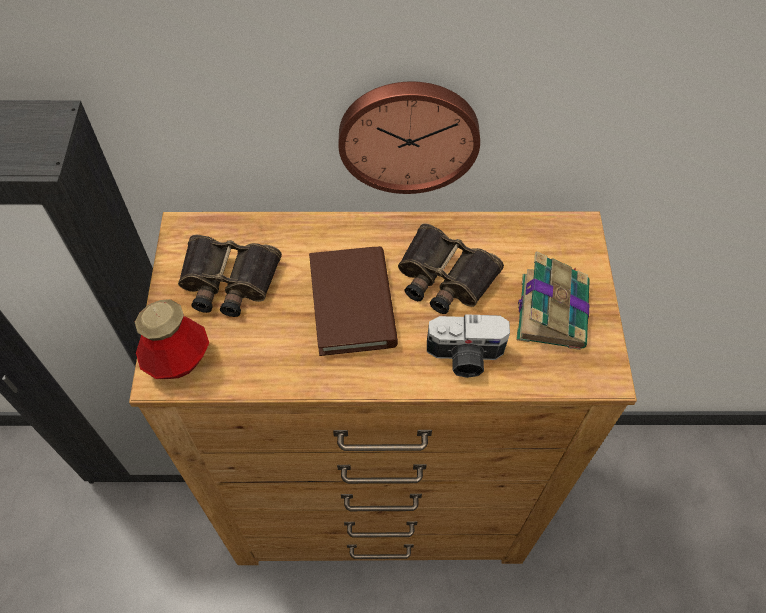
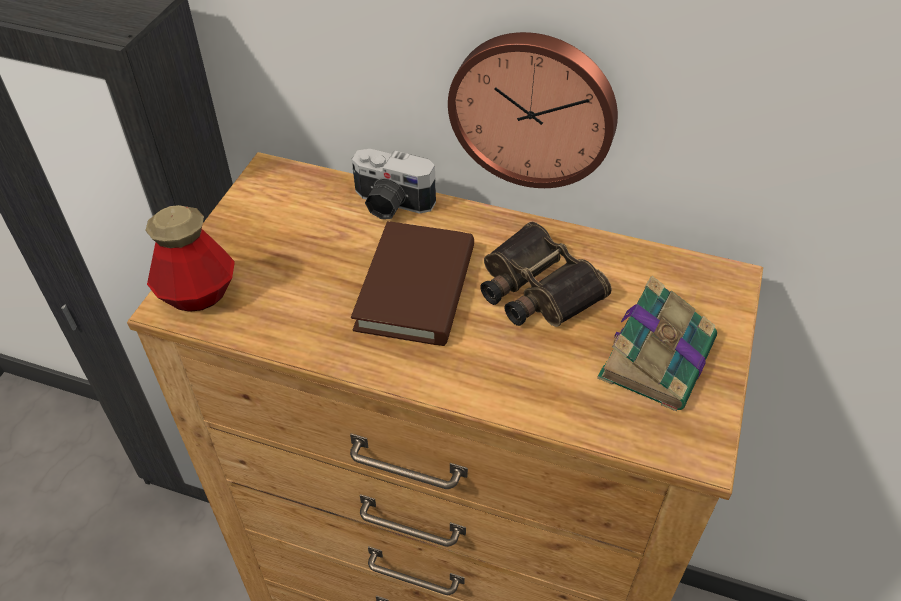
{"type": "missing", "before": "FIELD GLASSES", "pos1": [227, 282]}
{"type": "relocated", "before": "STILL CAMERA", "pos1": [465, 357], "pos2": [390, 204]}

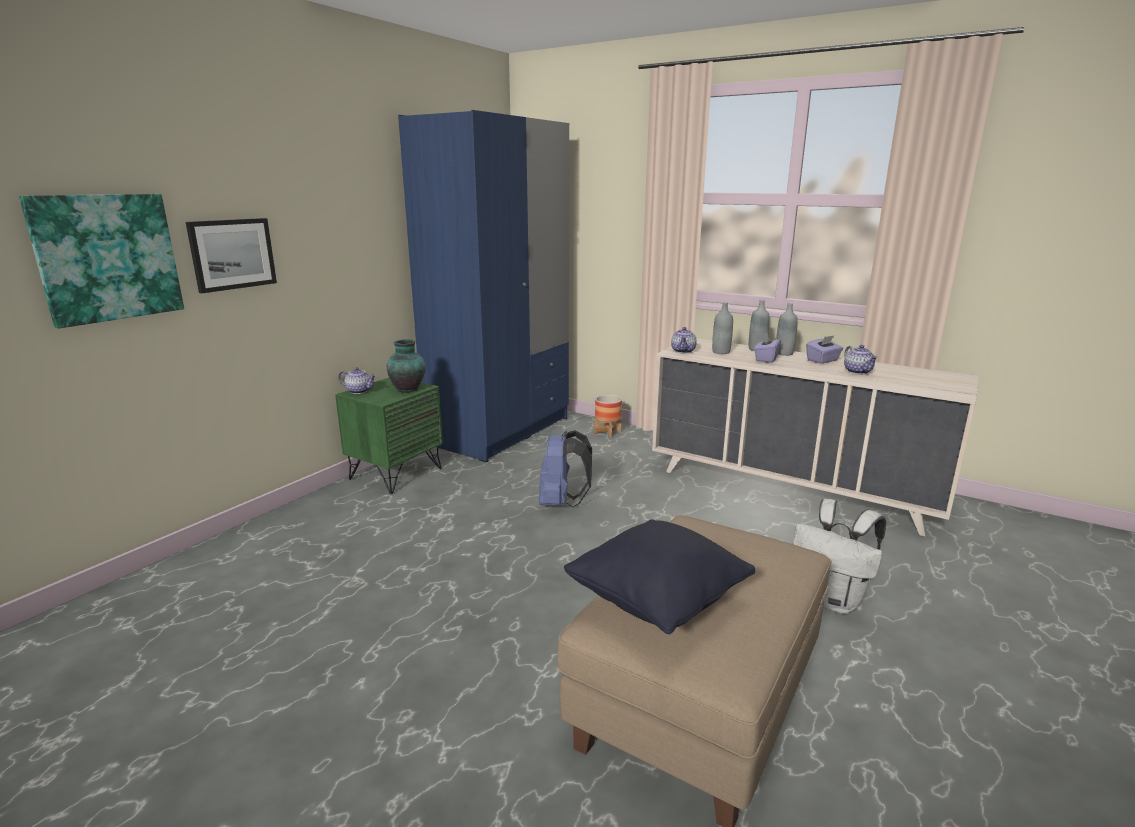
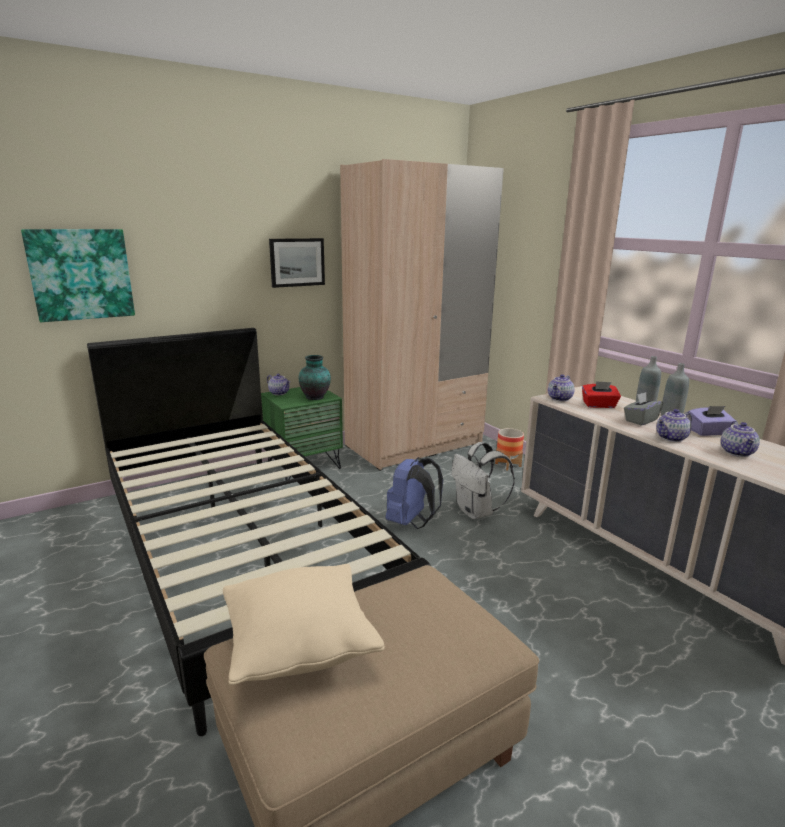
{"type": "colour", "before": "BLUE-COLOURED WARDROBE", "after": "BEIGE-COLOURED WARDROBE", "pos1": [500, 431], "pos2": [414, 445]}
{"type": "relocated", "before": "PICTURE", "pos1": [232, 254], "pos2": [297, 262]}
{"type": "exchanged", "before": "GRAY DRINK BOTTLE", "after": "RED BOX OF TISSUES", "pos1": [721, 352], "pos2": [599, 405]}
{"type": "colour", "before": "PURPLE BOX OF TISSUES", "after": "GRAY BOX OF TISSUES", "pos1": [766, 359], "pos2": [640, 420]}
{"type": "relocated", "before": "WHITE BACKPACK", "pos1": [831, 600], "pos2": [477, 512]}
{"type": "colour", "before": "BLACKISH THROW PILLOW", "after": "BEIGE-COLOURED THROW PILLOW", "pos1": [657, 602], "pos2": [300, 647]}
{"type": "appeared", "after": "BLACKISH SLEEPING BED", "pos2": [240, 552]}
{"type": "appeared", "after": "TEA POT", "pos2": [671, 438]}

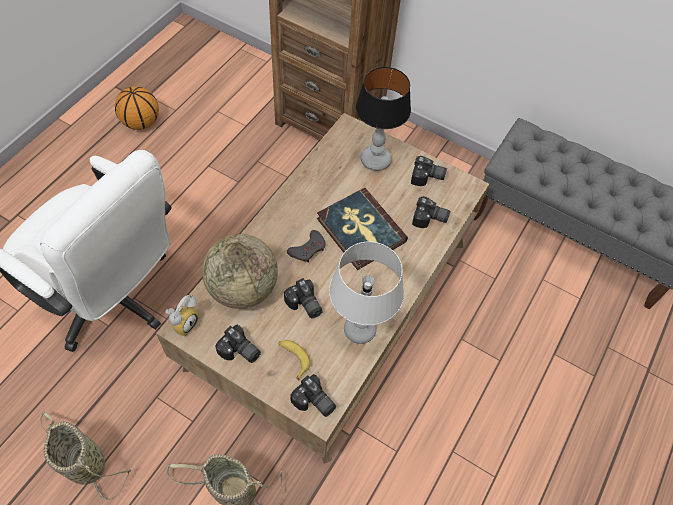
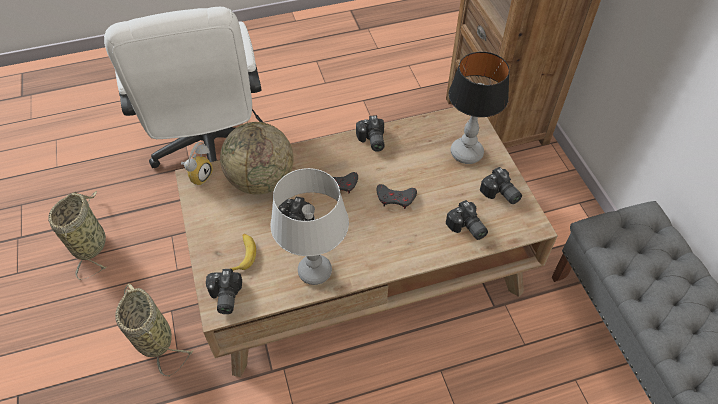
{"type": "missing", "before": "BASKETBALL BALL", "pos1": [141, 122]}
{"type": "exchanged", "before": "BOUND BOOK", "after": "GRAY JOYPAD", "pos1": [360, 230], "pos2": [395, 198]}
{"type": "spun", "before": "ALARM CLOCK", "pos1": [184, 322], "pos2": [199, 175], "turn": -45}
{"type": "relocated", "before": "STILL CAMERA", "pos1": [239, 352], "pos2": [371, 141]}

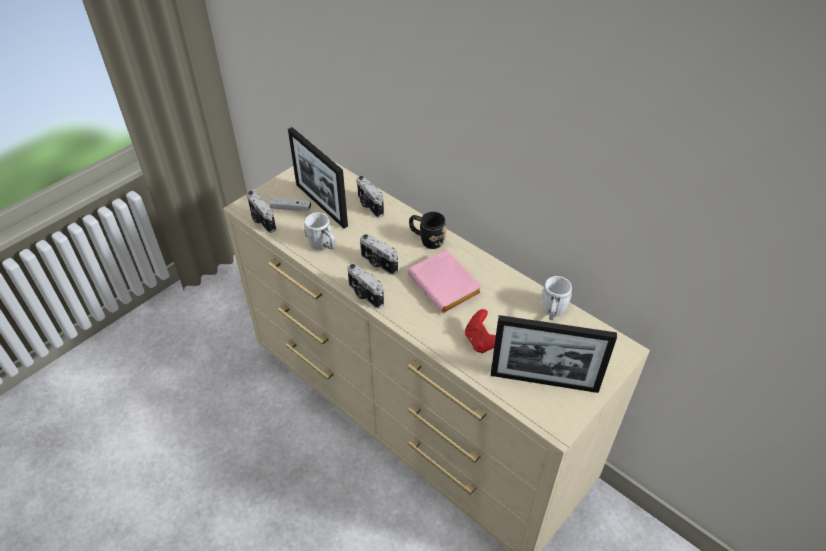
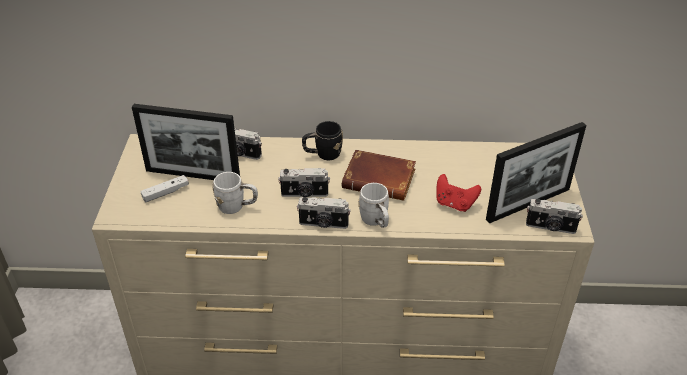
{"type": "relocated", "before": "STILL CAMERA", "pos1": [262, 221], "pos2": [550, 227]}
{"type": "colour", "before": "PINK BOUND BOOK", "after": "BROWNISH BOUND BOOK", "pos1": [447, 286], "pos2": [381, 180]}
{"type": "relocated", "before": "WHITE COFFEE MUG", "pos1": [552, 312], "pos2": [376, 221]}

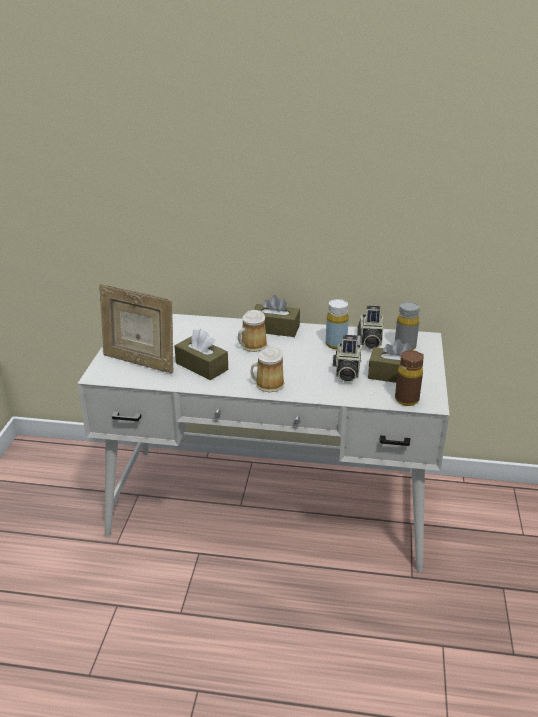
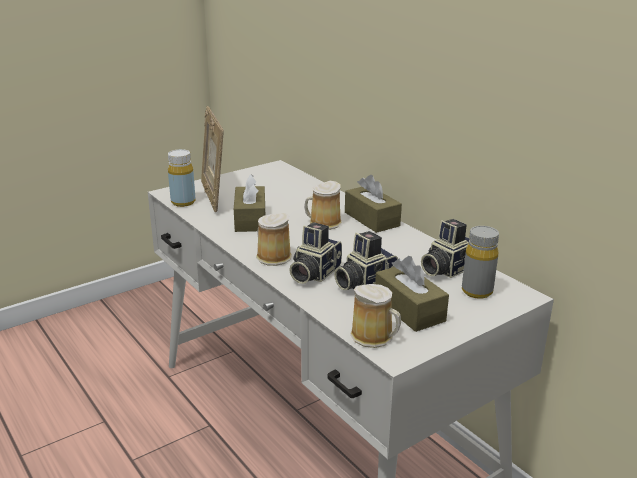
{"type": "relocated", "before": "YELLOW-COLOURED DRINK BOTTLE", "pos1": [336, 344], "pos2": [183, 202]}
{"type": "exchanged", "before": "BROWNISH DRINK BOTTLE", "after": "COFFEE MUG", "pos1": [406, 400], "pos2": [375, 337]}
{"type": "appeared", "after": "STILL CAMERA", "pos2": [313, 273]}

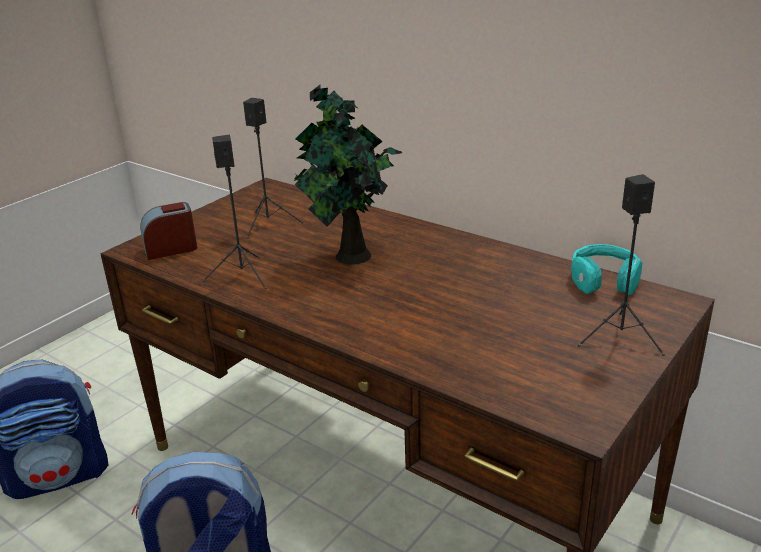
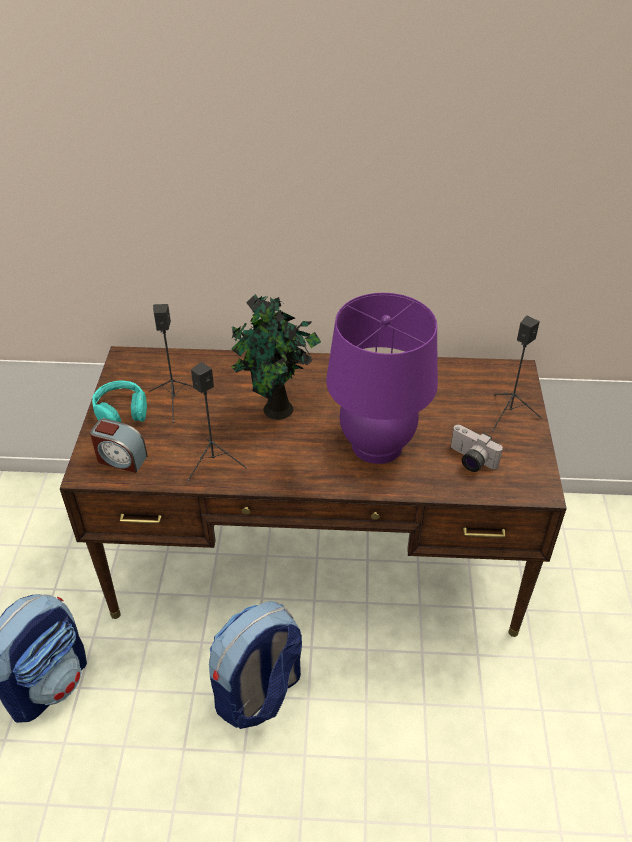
{"type": "spun", "before": "ALARM CLOCK", "pos1": [171, 249], "pos2": [121, 459], "turn": -105}
{"type": "relocated", "before": "TURQUOISE-COLOURED HEADPHONES", "pos1": [604, 280], "pos2": [121, 412]}
{"type": "appeared", "after": "PURPLE LAMP FOR A TABLE", "pos2": [377, 445]}
{"type": "appeared", "after": "STILL CAMERA", "pos2": [470, 460]}

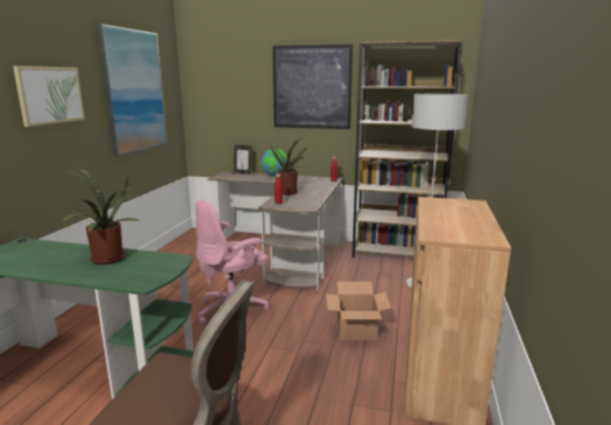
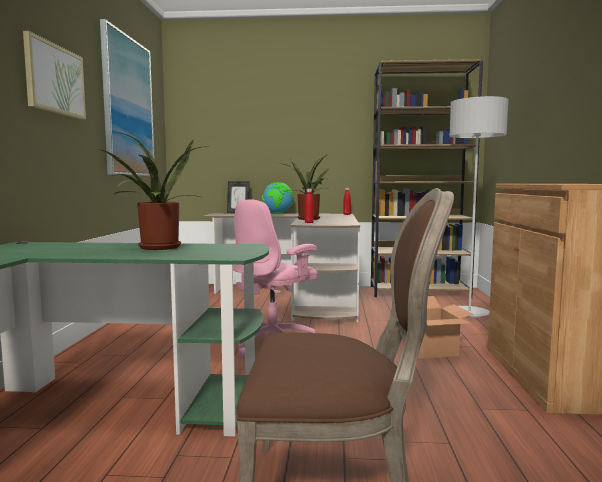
{"type": "missing", "before": "PICTURE", "pos1": [312, 87]}

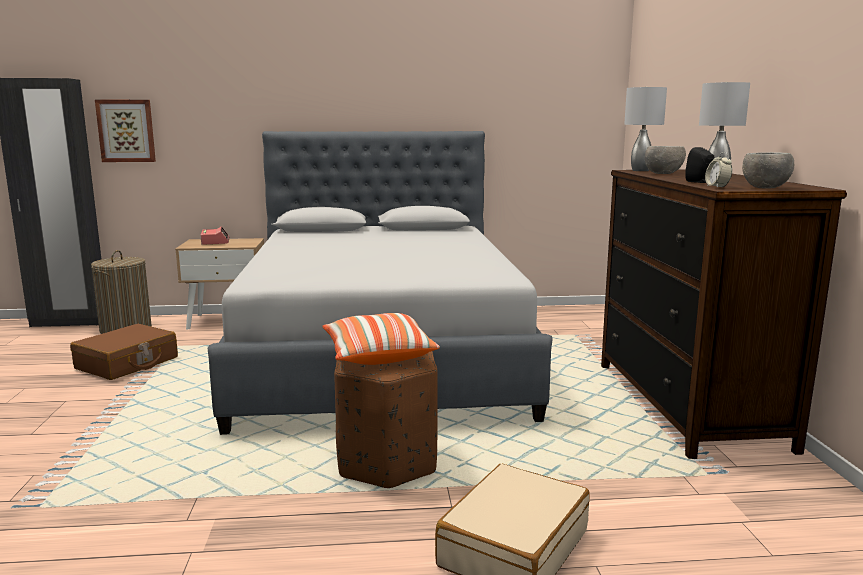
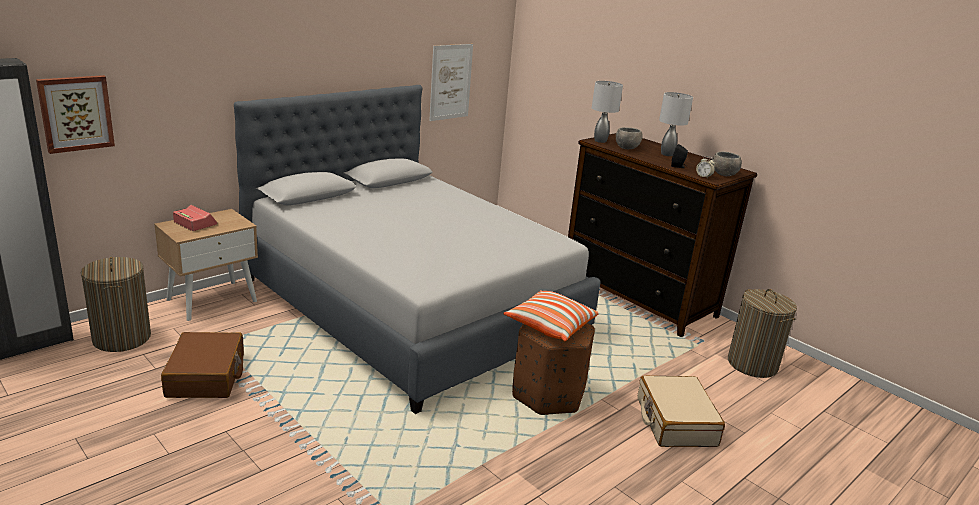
{"type": "appeared", "after": "PICTURE", "pos2": [450, 82]}
{"type": "appeared", "after": "HAMPER", "pos2": [752, 364]}

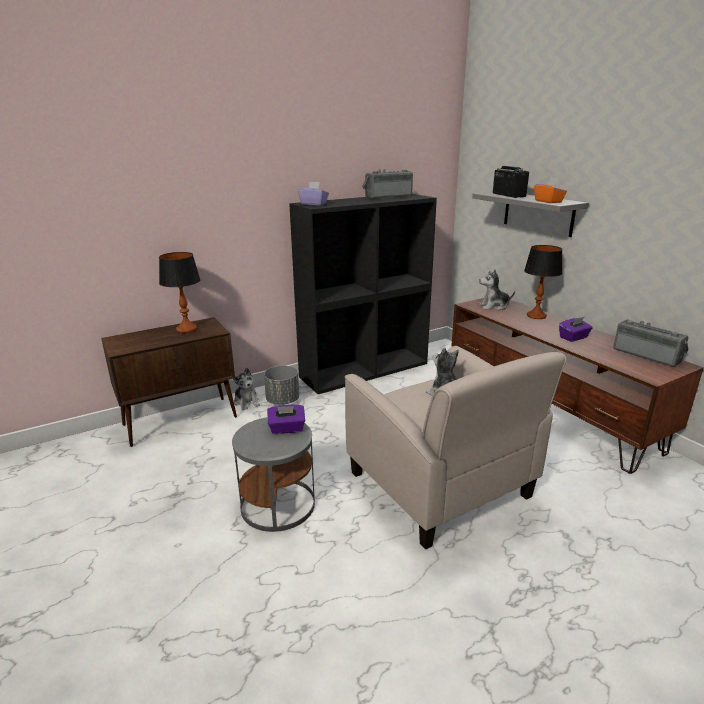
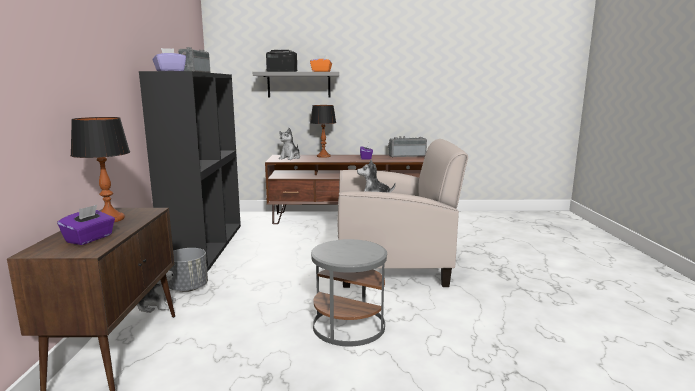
{"type": "relocated", "before": "PURPLE BOX OF TISSUES", "pos1": [287, 429], "pos2": [90, 239]}

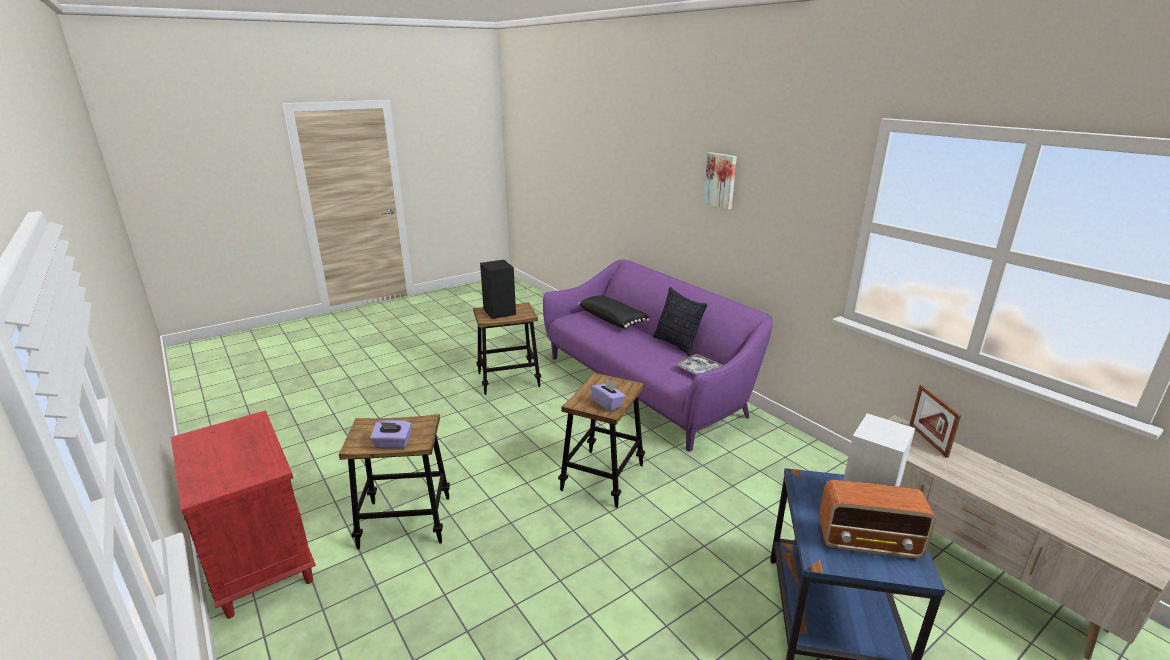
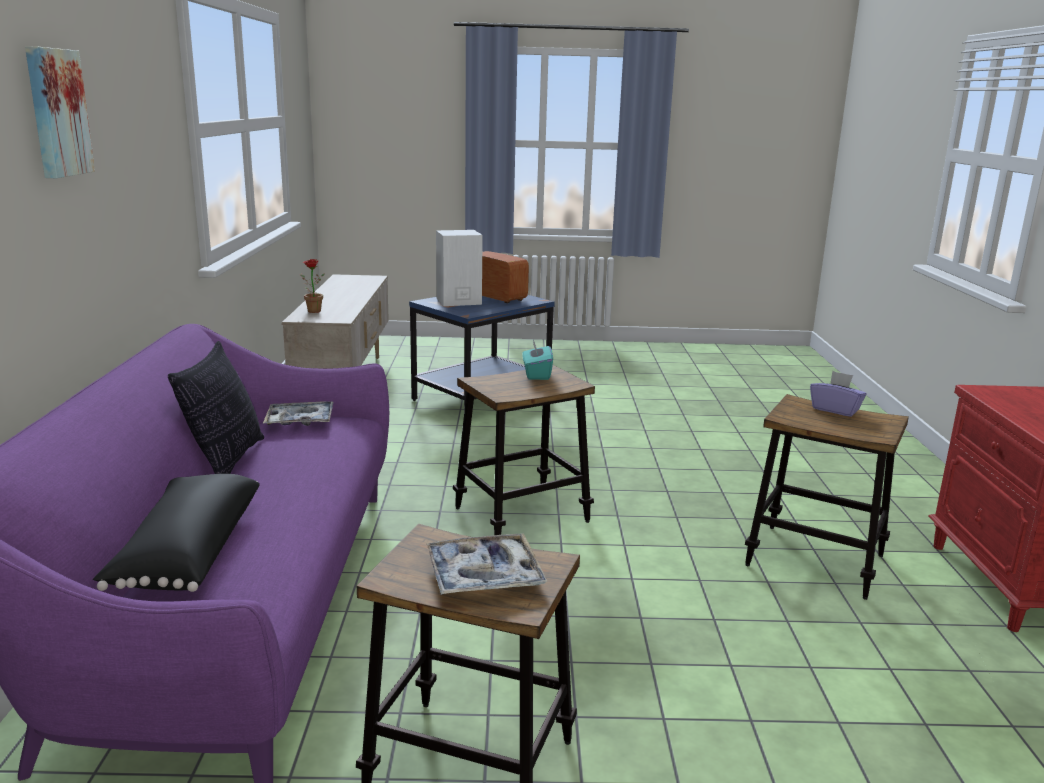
{"type": "exchanged", "before": "BLACKISH LOUDSPEAKER", "after": "CARRYING TRAY", "pos1": [499, 312], "pos2": [484, 575]}
{"type": "colour", "before": "PURPLE BOX OF TISSUES", "after": "TURQUOISE-COLOURED BOX OF TISSUES", "pos1": [608, 404], "pos2": [536, 374]}
{"type": "exchanged", "before": "PICTURE FRAME", "after": "HOUSEPLANT", "pos1": [928, 440], "pos2": [312, 311]}

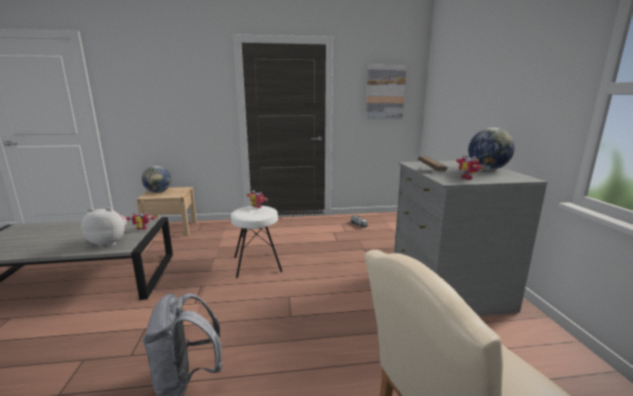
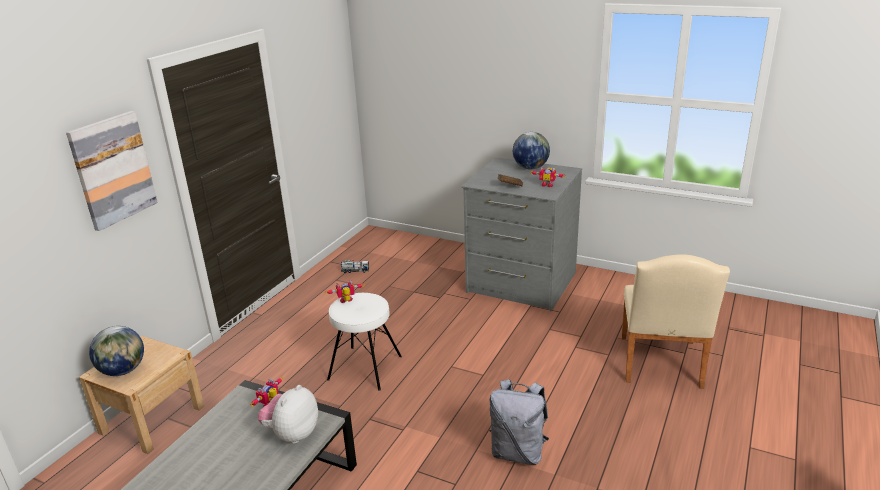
{"type": "relocated", "before": "PICTURE", "pos1": [385, 92], "pos2": [113, 169]}

